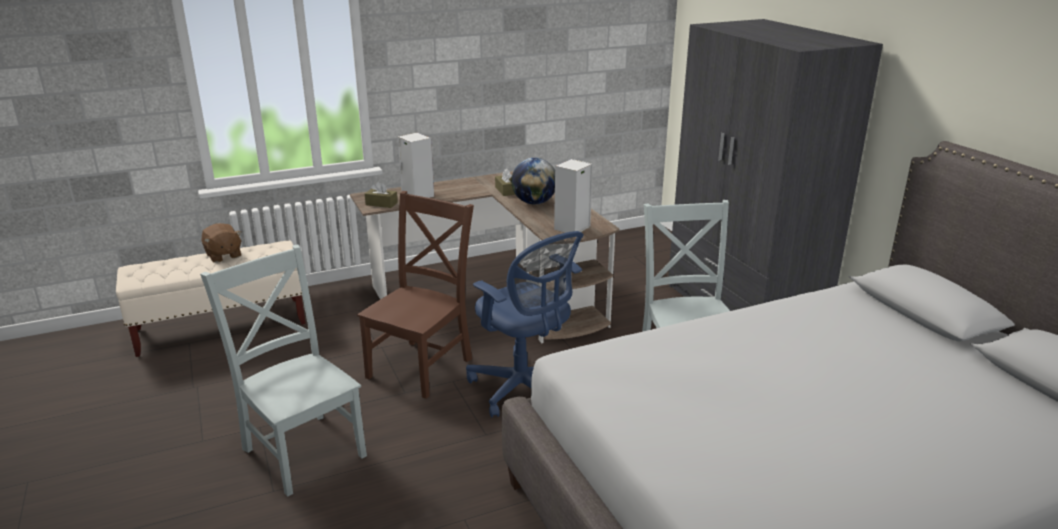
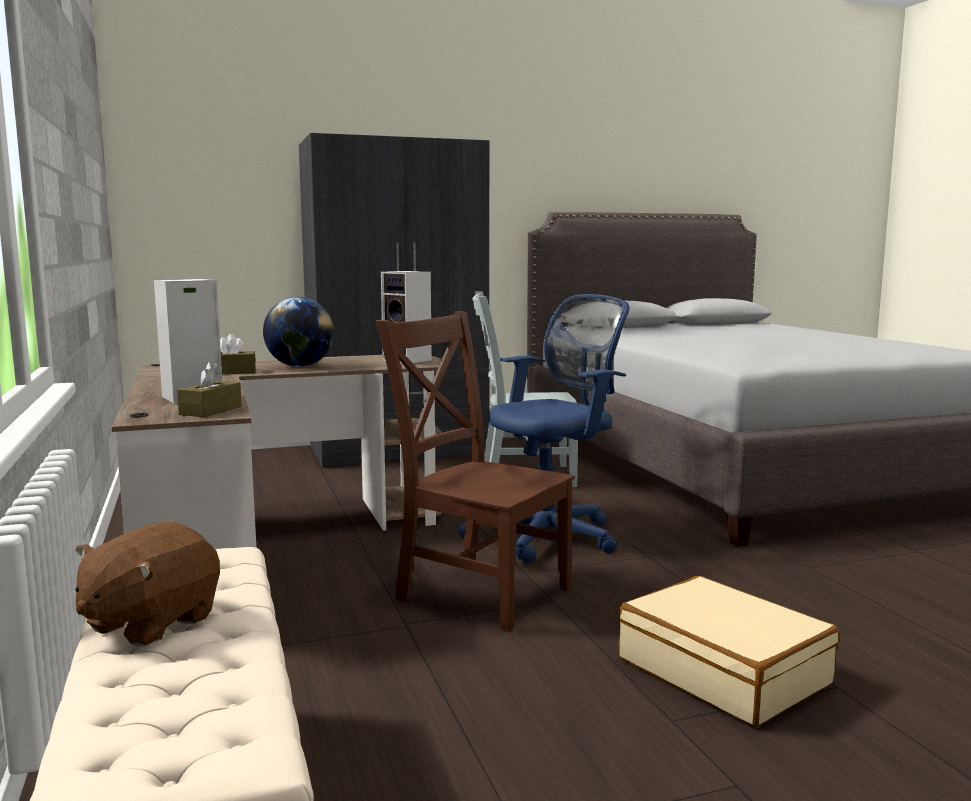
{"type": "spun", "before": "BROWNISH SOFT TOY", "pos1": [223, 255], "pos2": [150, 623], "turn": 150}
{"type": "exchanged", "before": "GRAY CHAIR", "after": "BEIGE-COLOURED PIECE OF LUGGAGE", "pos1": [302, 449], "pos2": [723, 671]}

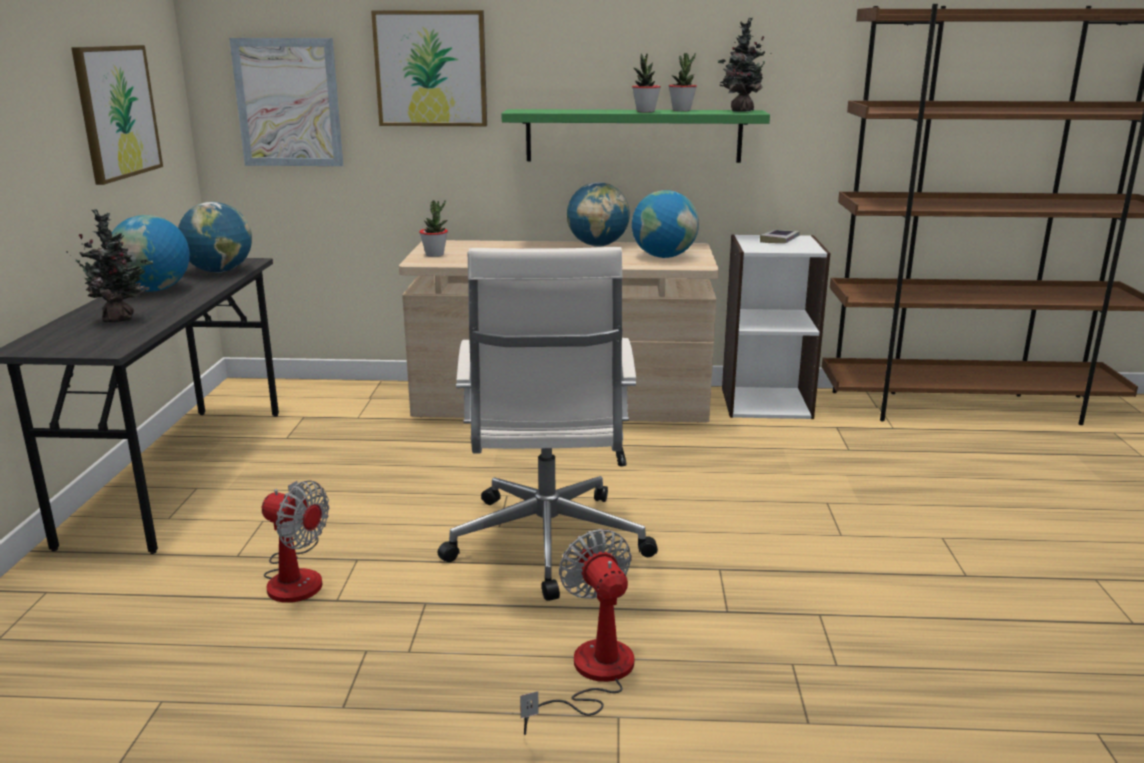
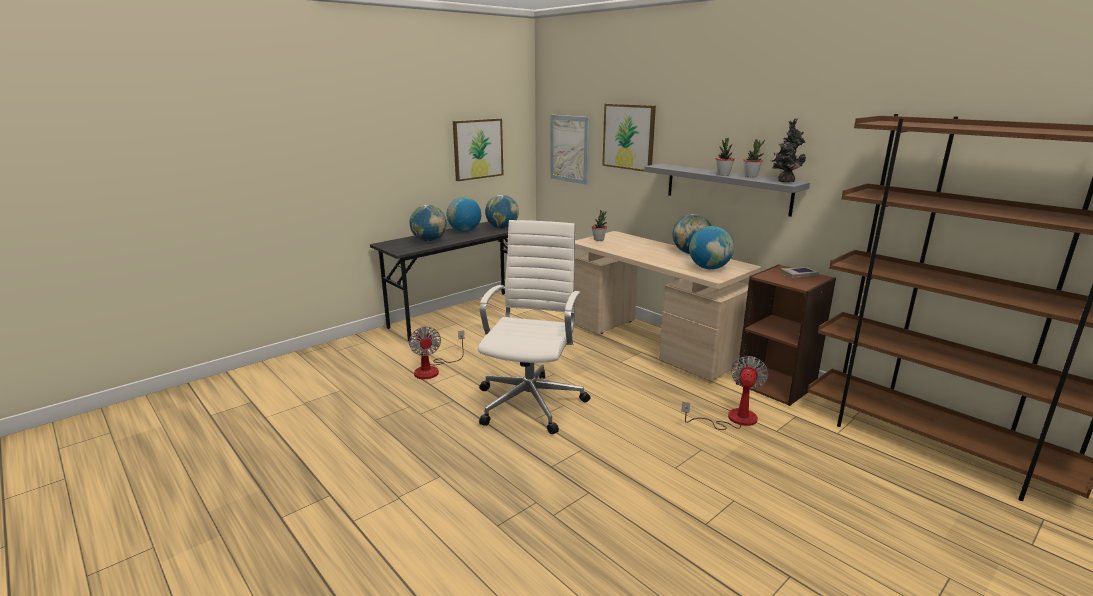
{"type": "colour", "before": "GREEN-COLOURED BRACKET SHELF", "after": "GRAY BRACKET SHELF", "pos1": [633, 135], "pos2": [727, 188]}
{"type": "exchanged", "before": "HOUSEPLANT", "after": "DESK GLOBE", "pos1": [122, 319], "pos2": [429, 241]}
{"type": "colour", "before": "WHITE BOOKCASE", "after": "BROWNISH BOOKCASE", "pos1": [766, 402], "pos2": [776, 385]}
{"type": "spun", "before": "WHITE COMPUTER CHAIR", "pos1": [546, 545], "pos2": [531, 401], "turn": 150}
{"type": "relocated", "before": "ELECTRIC FAN", "pos1": [591, 675], "pos2": [732, 419]}

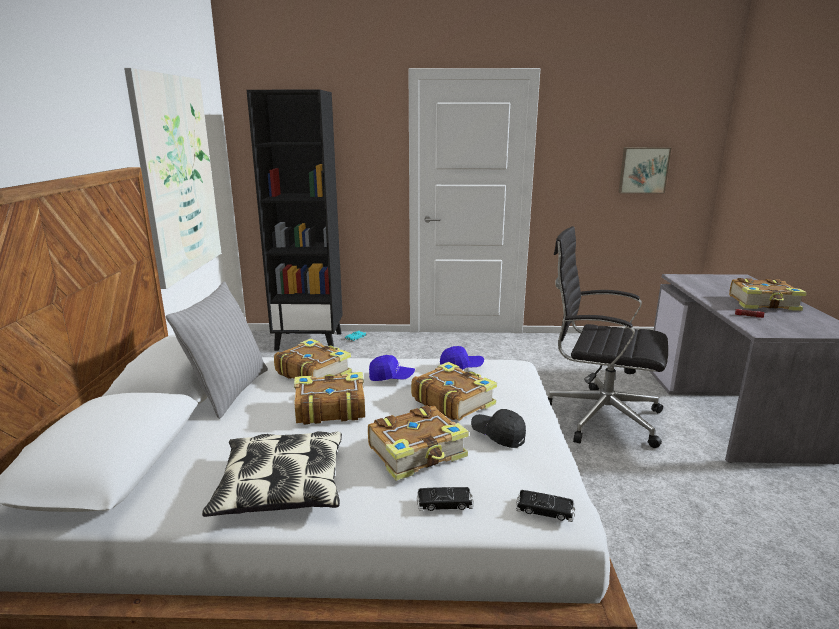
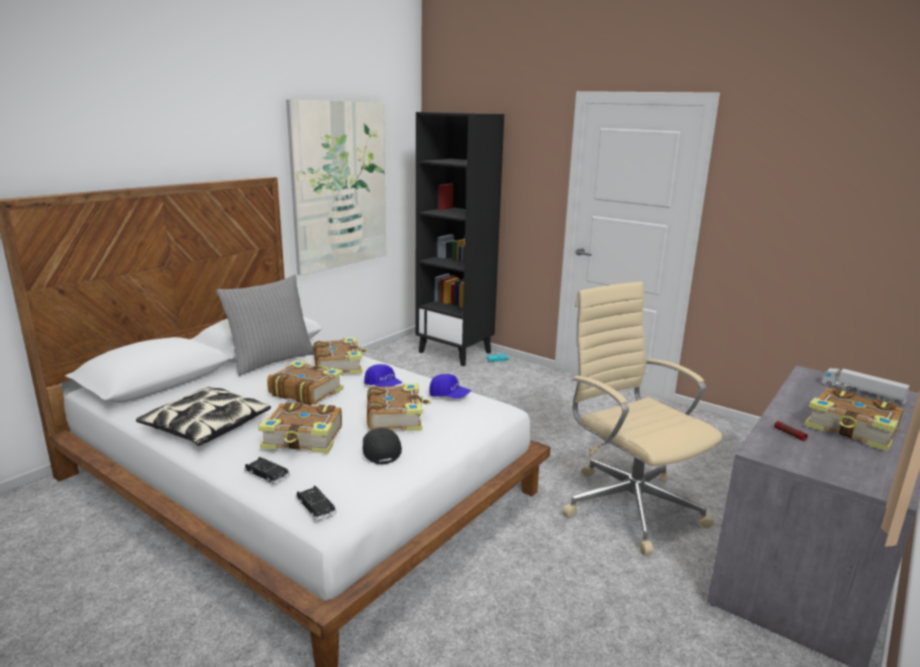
{"type": "missing", "before": "PICTURE", "pos1": [643, 170]}
{"type": "colour", "before": "BLACKISH COMPUTER CHAIR", "after": "BEIGE-COLOURED COMPUTER CHAIR", "pos1": [599, 416], "pos2": [629, 504]}
{"type": "appeared", "after": "MODEL TRUCK", "pos2": [862, 393]}

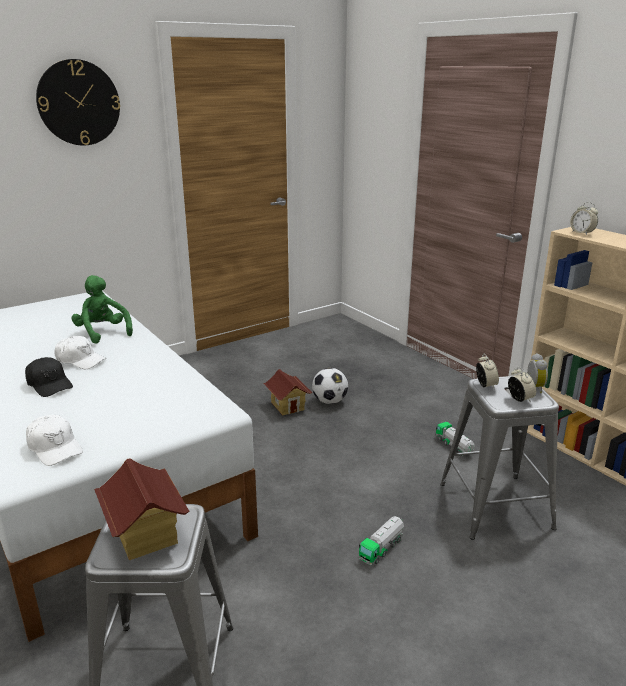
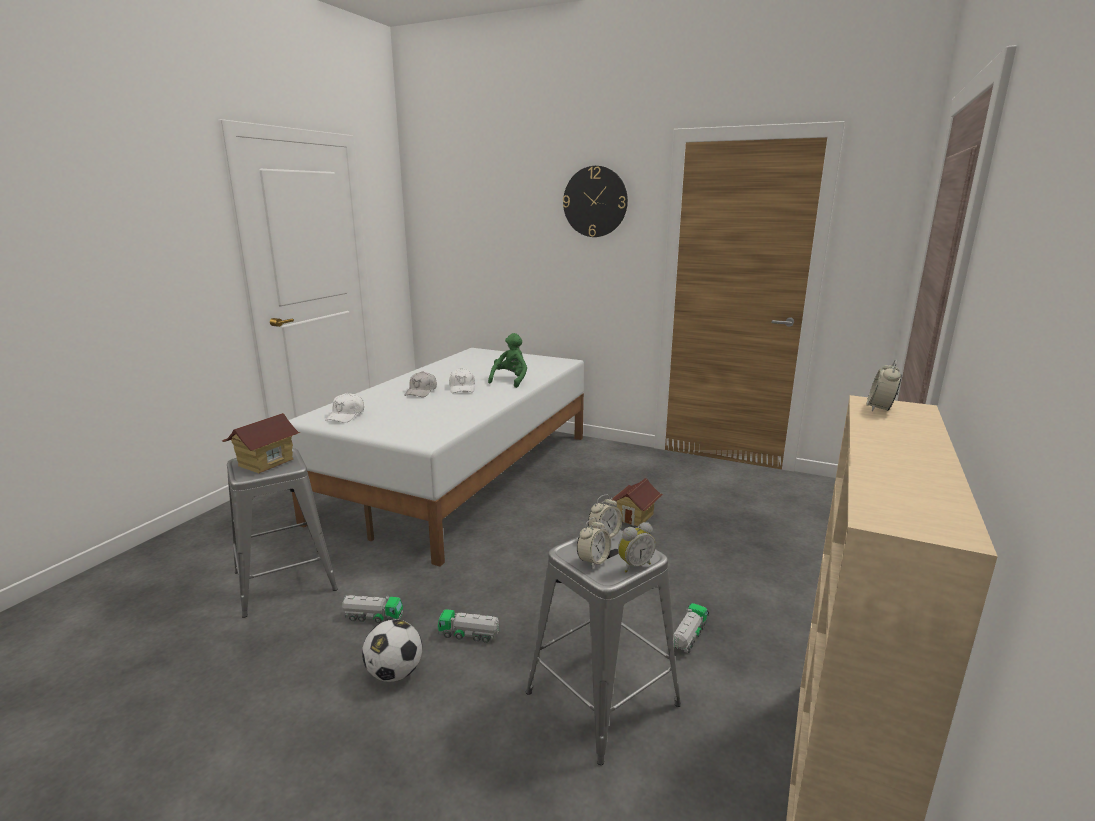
{"type": "colour", "before": "BLACKISH BASEBALL CAP", "after": "WHITE BASEBALL CAP", "pos1": [49, 384], "pos2": [421, 391]}
{"type": "relocated", "before": "FOOTBALL", "pos1": [329, 401], "pos2": [394, 673]}
{"type": "appeared", "after": "MODEL TRUCK", "pos2": [373, 617]}

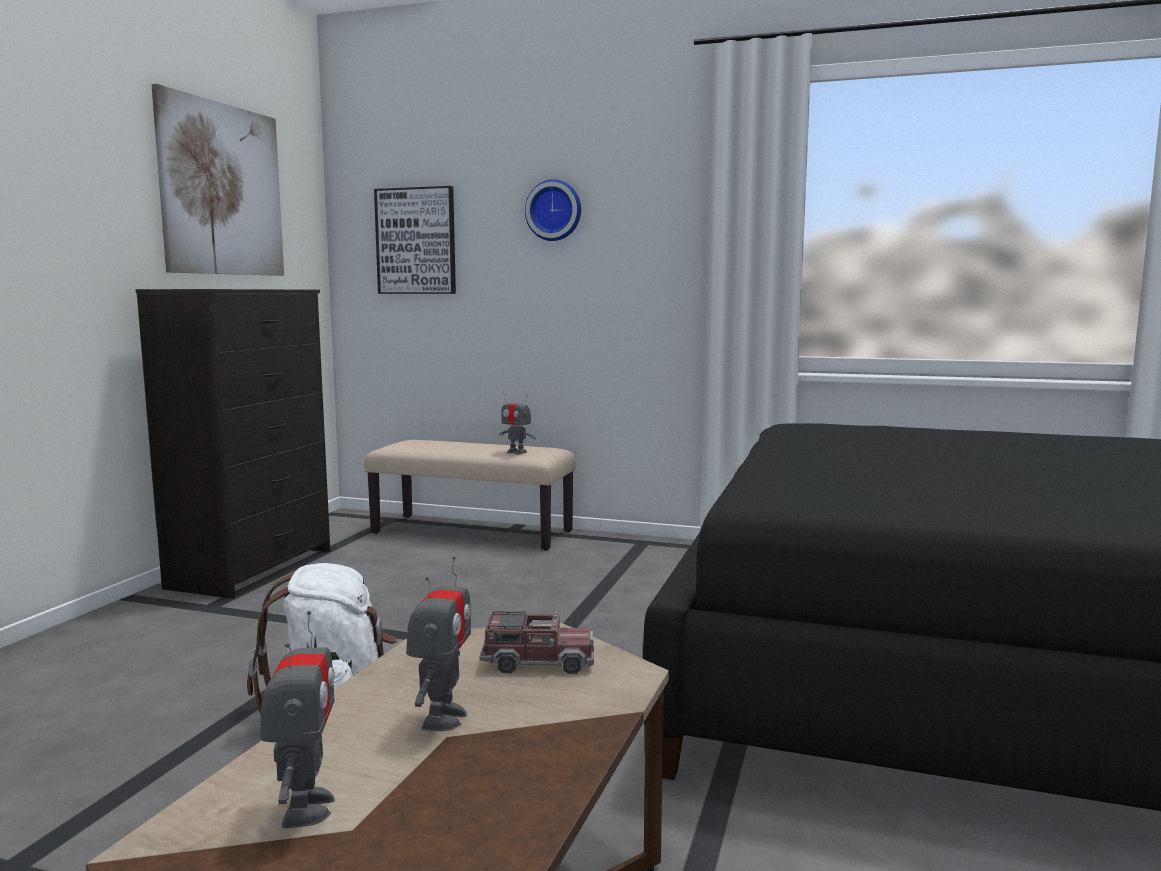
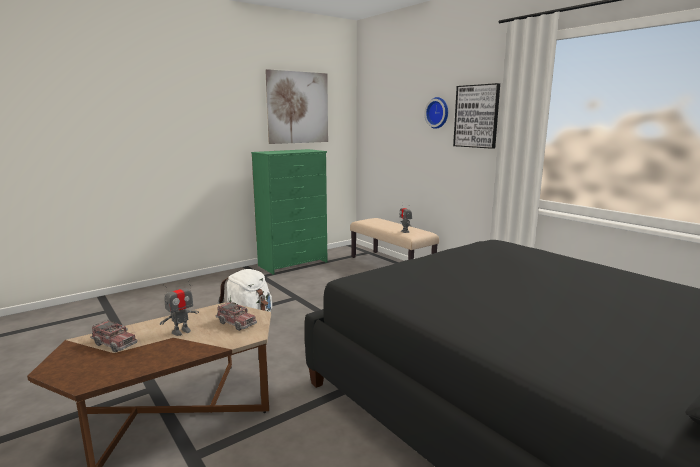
{"type": "relocated", "before": "PICTURE", "pos1": [416, 241], "pos2": [476, 116]}
{"type": "colour", "before": "BLACKISH DRAWER CHEST", "after": "GREEN-COLOURED DRAWER CHEST", "pos1": [254, 568], "pos2": [294, 264]}
{"type": "exchanged", "before": "ROBOT FIGURE", "after": "MODEL TRUCK", "pos1": [305, 808], "pos2": [114, 344]}

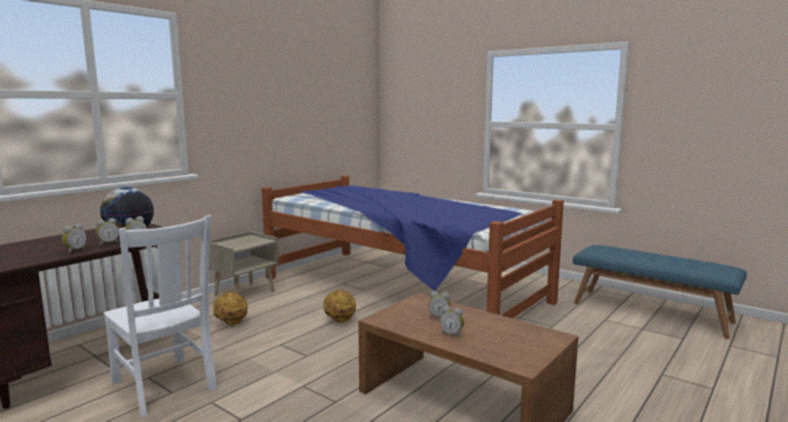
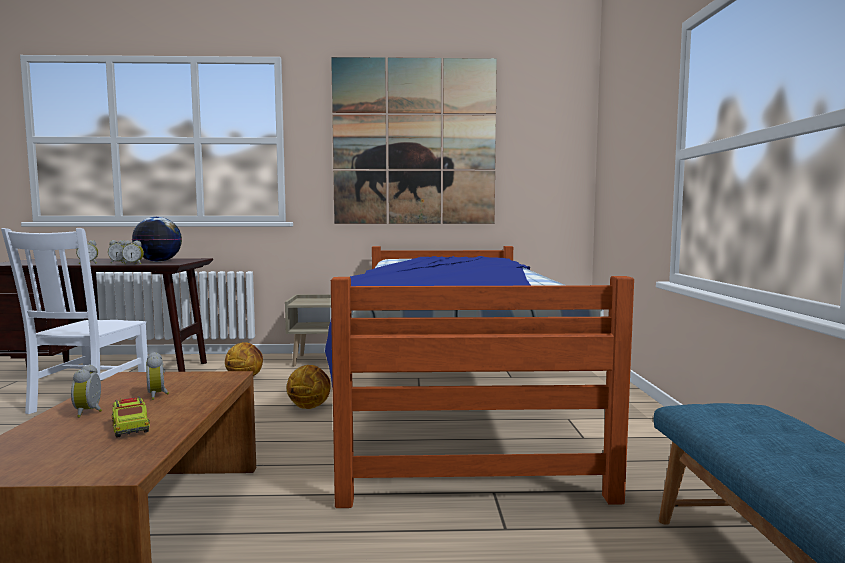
{"type": "appeared", "after": "PICTURE", "pos2": [414, 142]}
{"type": "appeared", "after": "MODEL TRUCK", "pos2": [130, 428]}

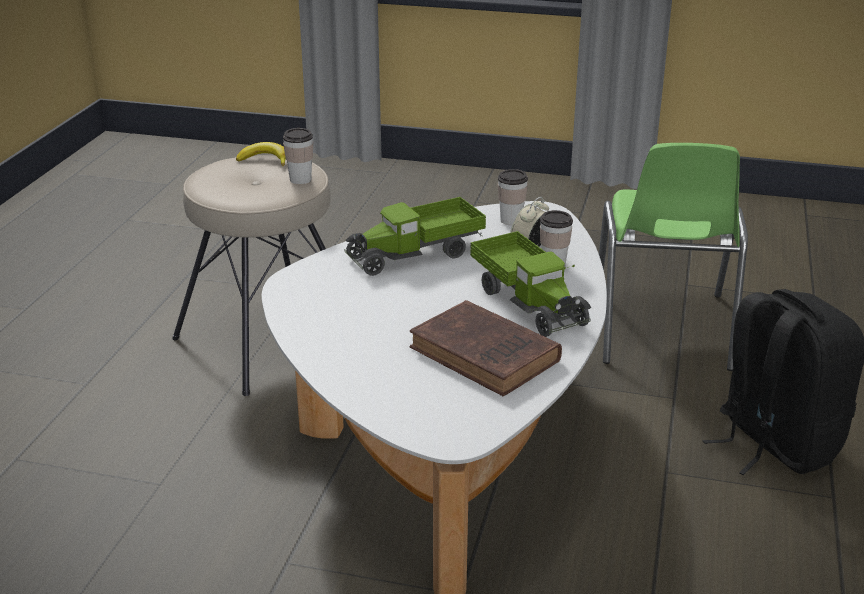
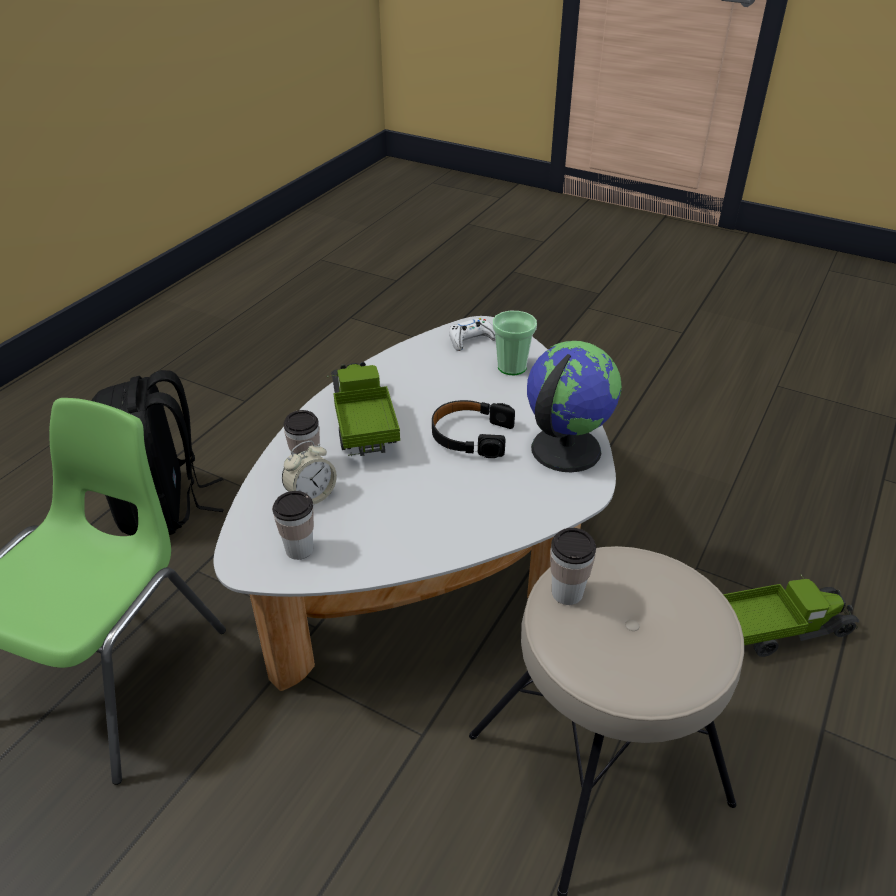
{"type": "missing", "before": "WHOLE BANANA", "pos1": [265, 160]}
{"type": "relocated", "before": "MODEL TRUCK", "pos1": [416, 254], "pos2": [780, 629]}
{"type": "missing", "before": "BROWNISH BOUND BOOK", "pos1": [487, 356]}
{"type": "appeared", "after": "SMALL CUP", "pos2": [512, 367]}
{"type": "appeared", "after": "WHITE JOYPAD", "pos2": [471, 340]}
{"type": "appeared", "after": "DESK GLOBE", "pos2": [564, 448]}
{"type": "appeared", "after": "BLACKISH HEADPHONES", "pos2": [471, 436]}

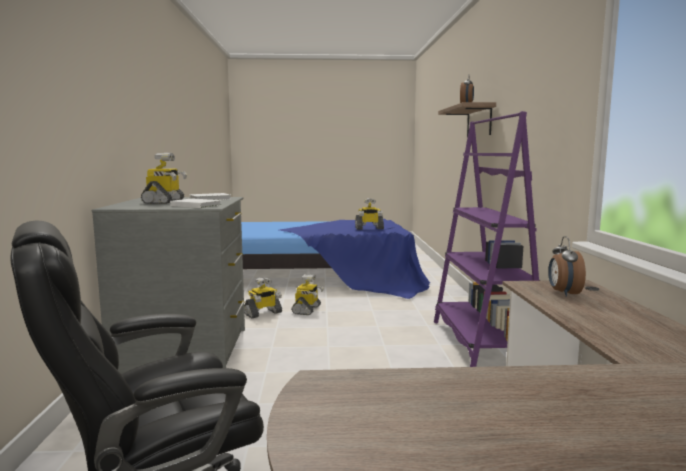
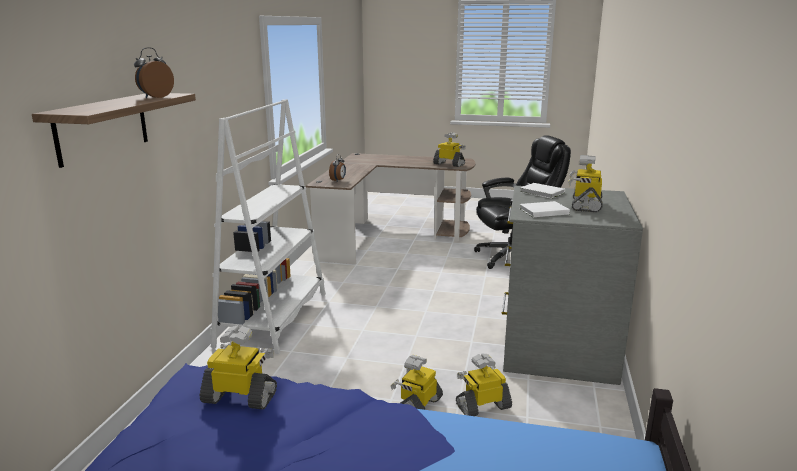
{"type": "colour", "before": "PURPLE BOOKCASE", "after": "WHITE BOOKCASE", "pos1": [482, 344], "pos2": [273, 319]}
{"type": "appeared", "after": "ROBOT FIGURE", "pos2": [449, 164]}

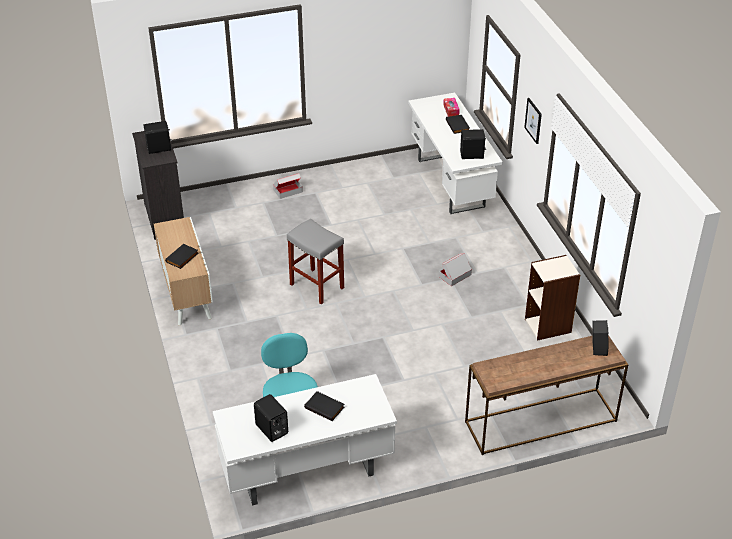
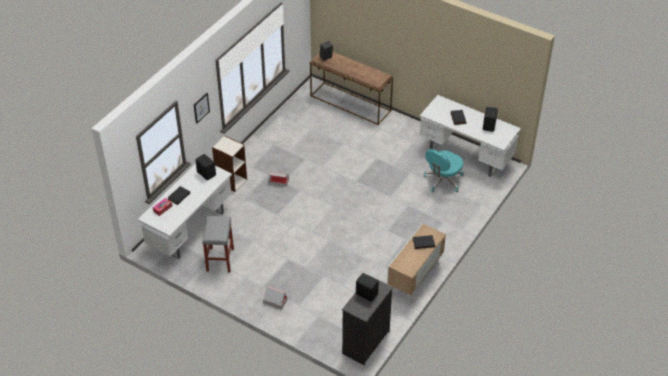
{"type": "relocated", "before": "GRAY STOOL", "pos1": [316, 286], "pos2": [220, 260]}
{"type": "relocated", "before": "BOOKCASE", "pos1": [548, 326], "pos2": [231, 181]}

